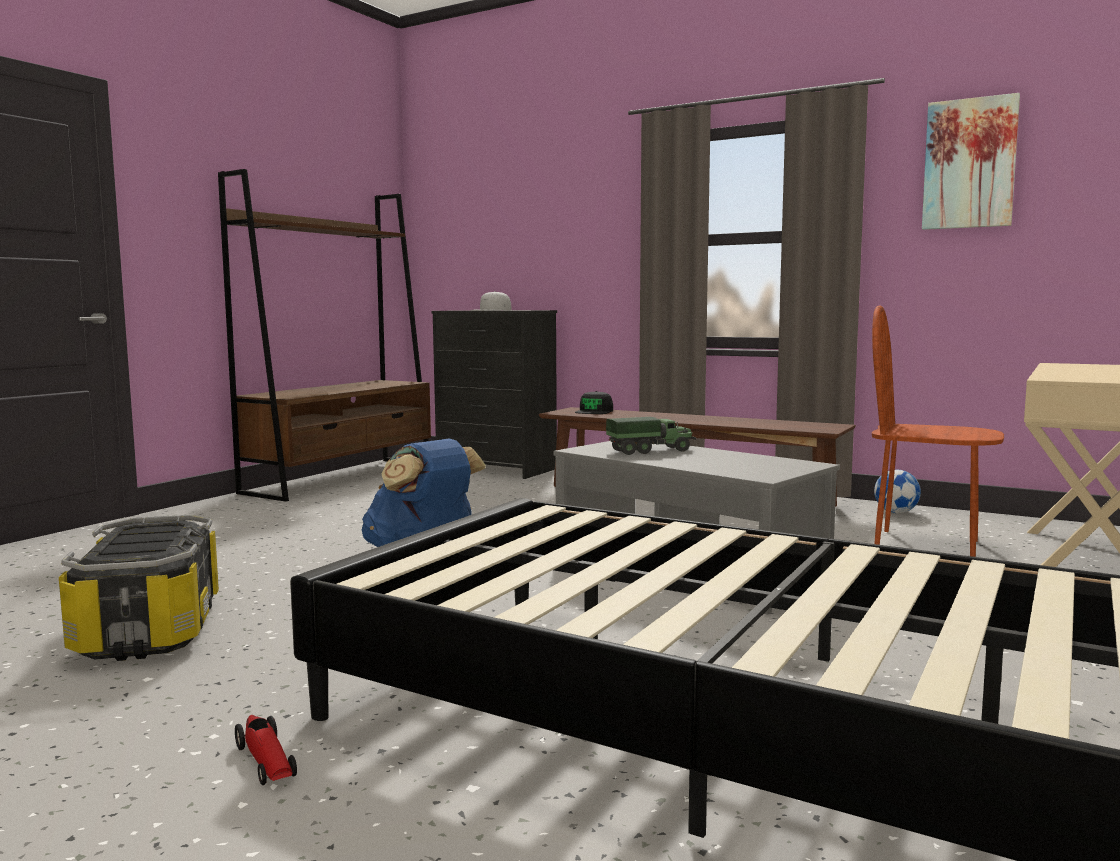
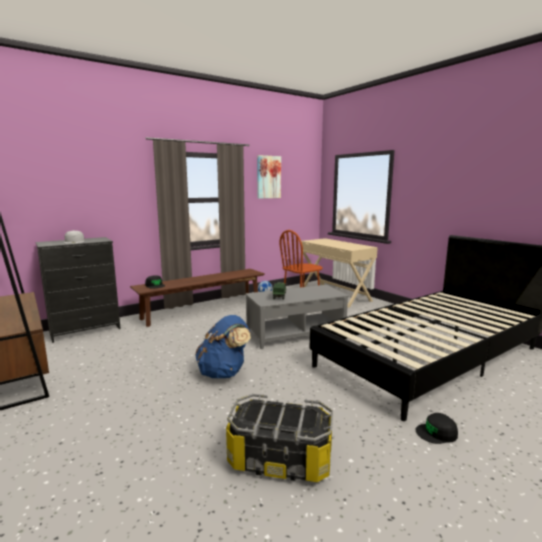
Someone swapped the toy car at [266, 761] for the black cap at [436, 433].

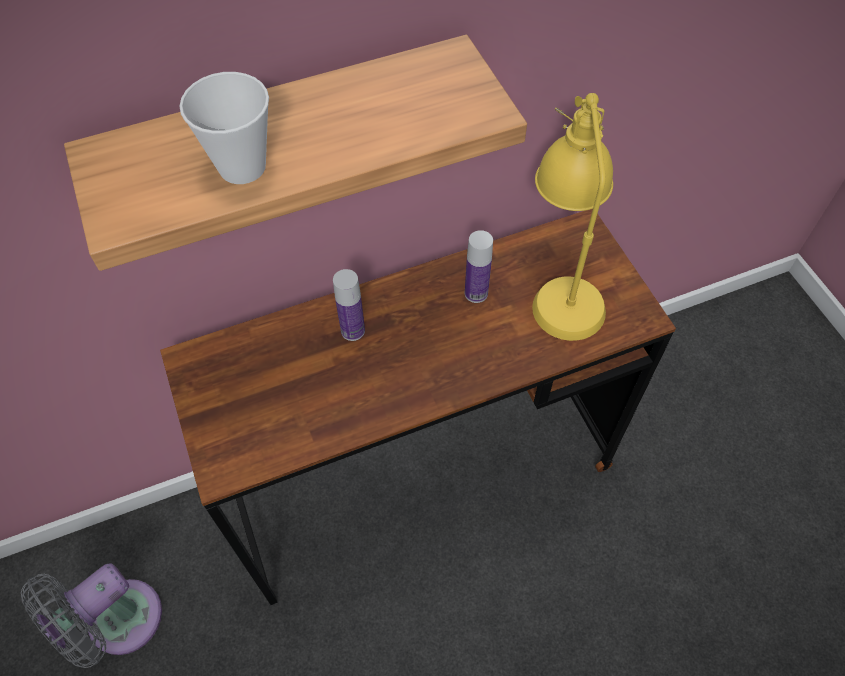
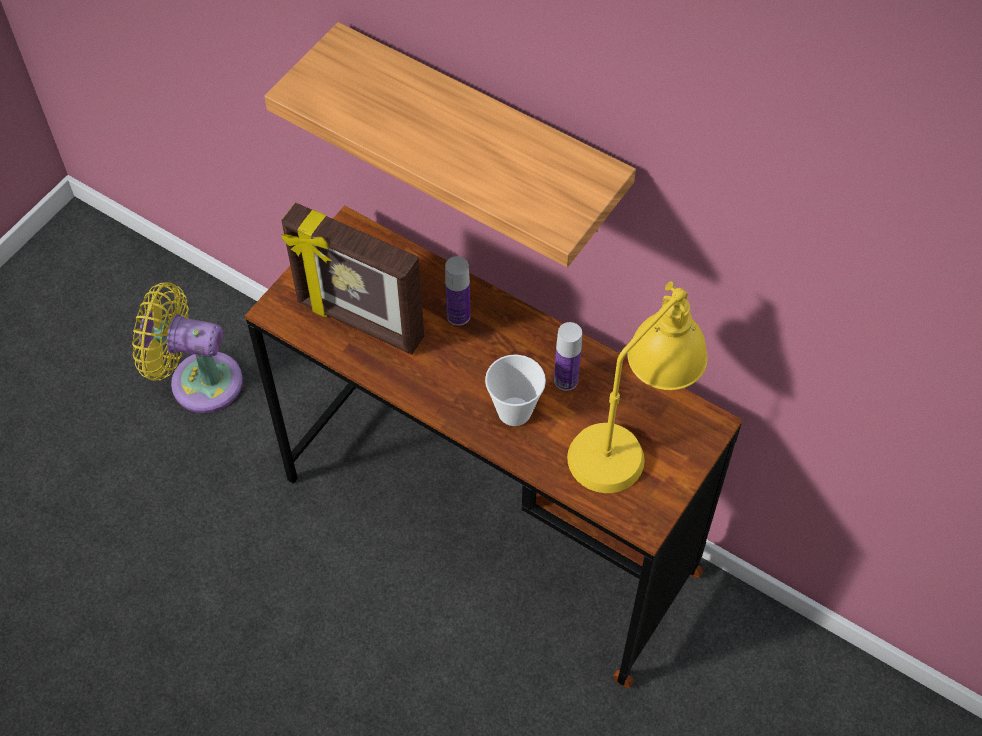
Someone carried the cup from [242, 167] to [514, 411]. Someone repainted the grey fan at [117, 623], which became the yellow fan at [198, 380]. Someone put down the picture frame at [359, 322].

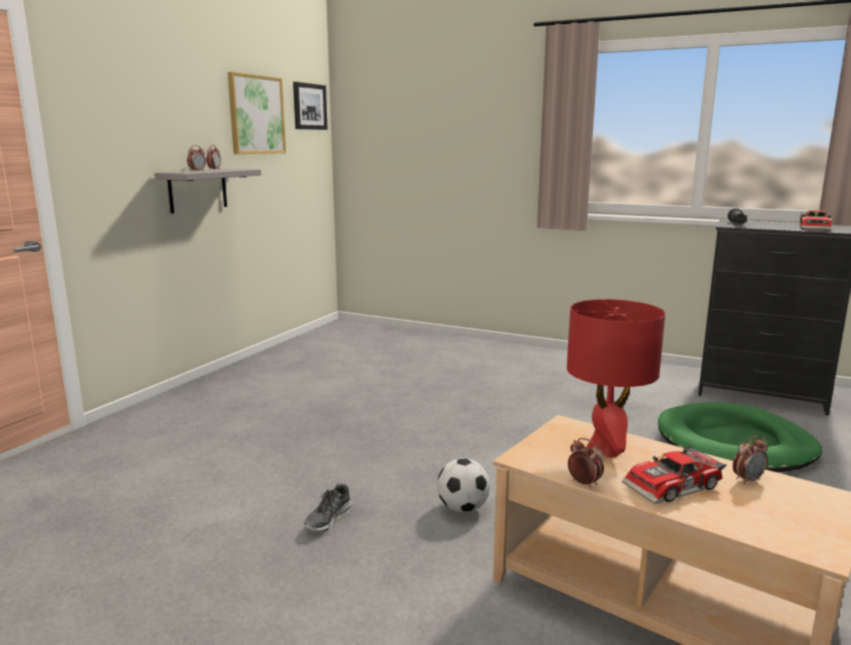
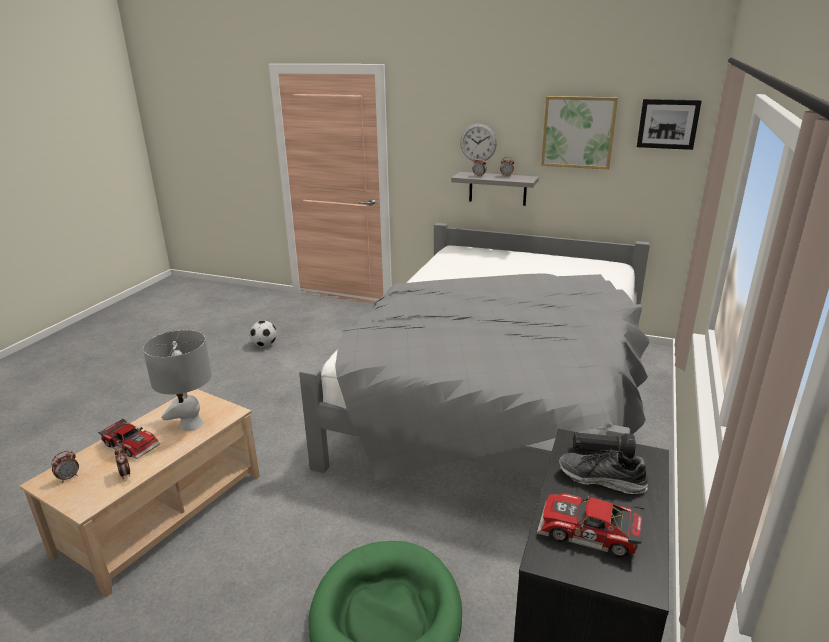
Someone repainted the red table lamp at [605, 449], which became the grey table lamp at [191, 424]. Someone carried the alarm clock from [584, 483] to [69, 477]. Someone rotated the toy car at [674, 487] by 150 degrees clockwise. Someone carried the football from [463, 508] to [265, 345]. Someone carried the shoe from [328, 519] to [601, 479]. Someone put up the wall clock at [478, 143]. Someone put down the grey bed at [499, 397].

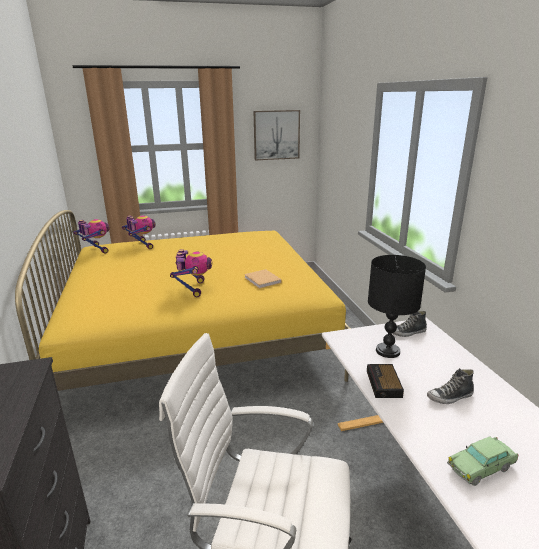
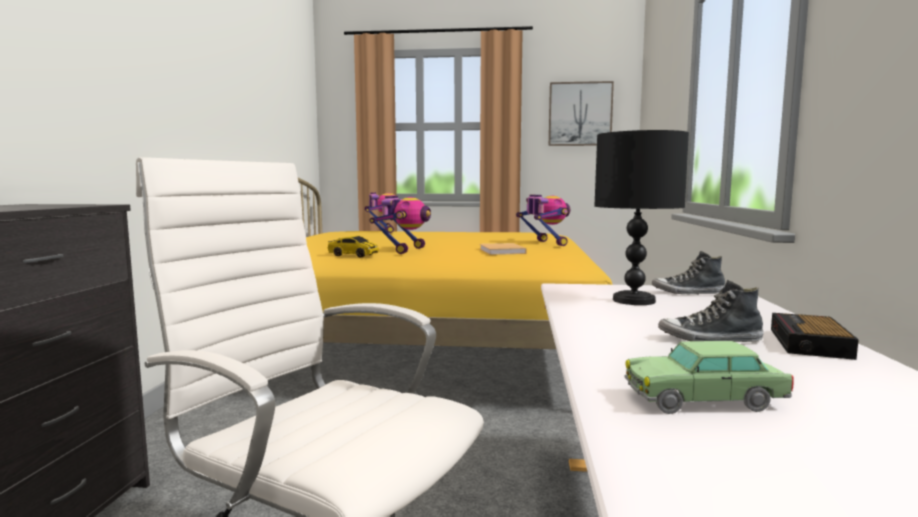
Someone carried the toy robot from [96, 250] to [545, 243]. Someone carried the alarm clock from [384, 384] to [810, 344]. Someone put down the toy car at [353, 255].

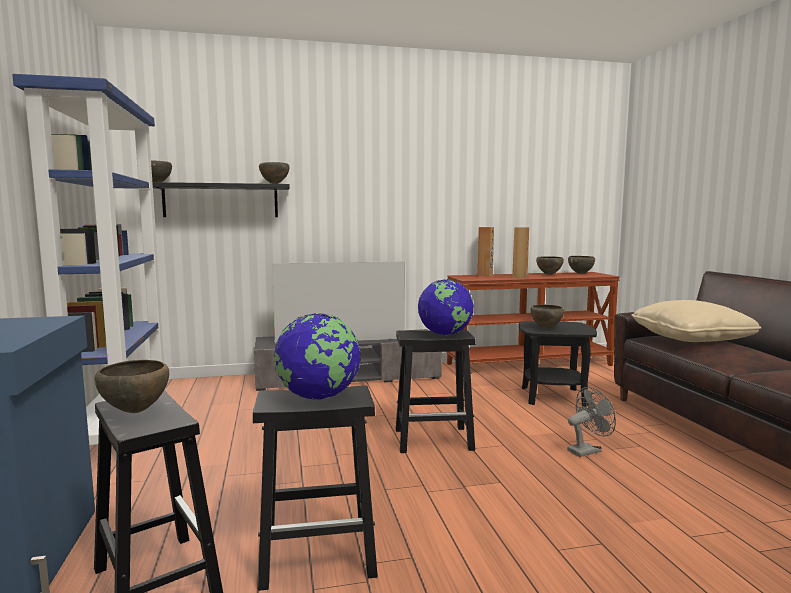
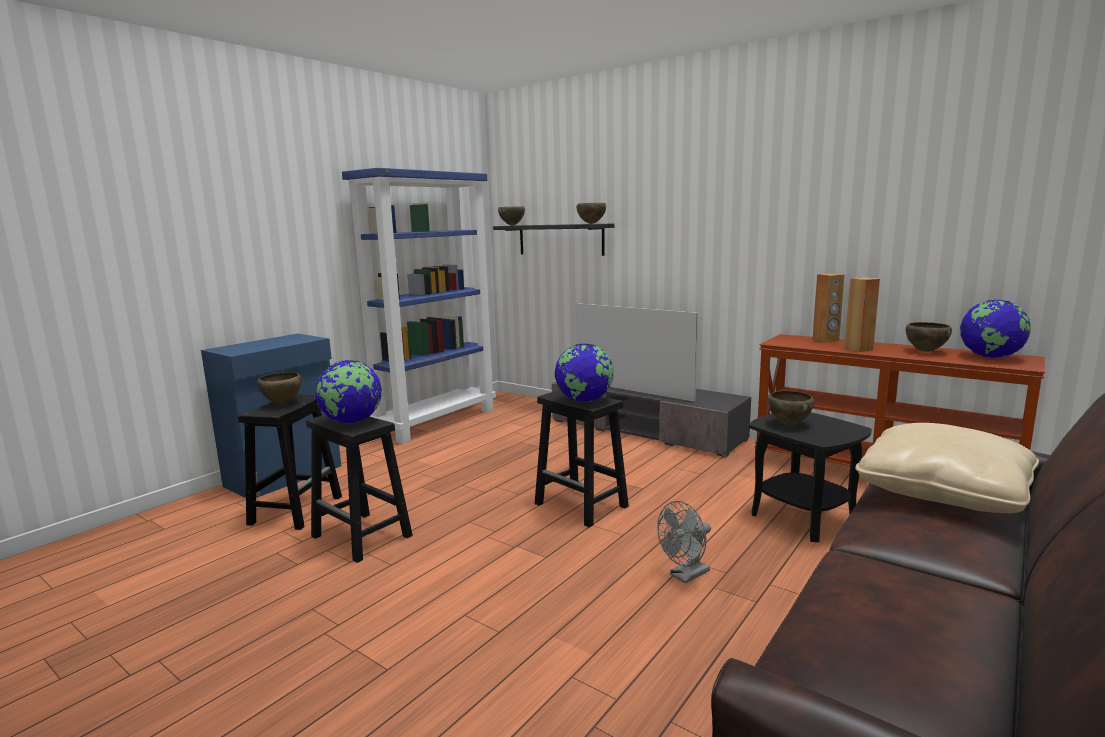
Someone swapped the brown bowl at [581, 274] for the globe at [991, 357]. Someone rotated the grey fan at [587, 450] by 120 degrees clockwise.

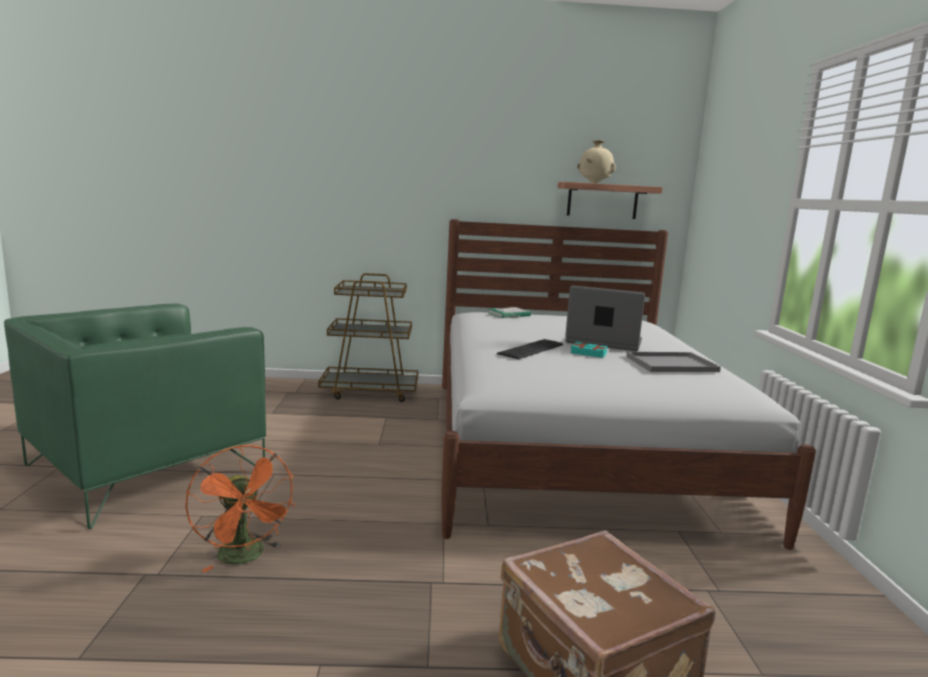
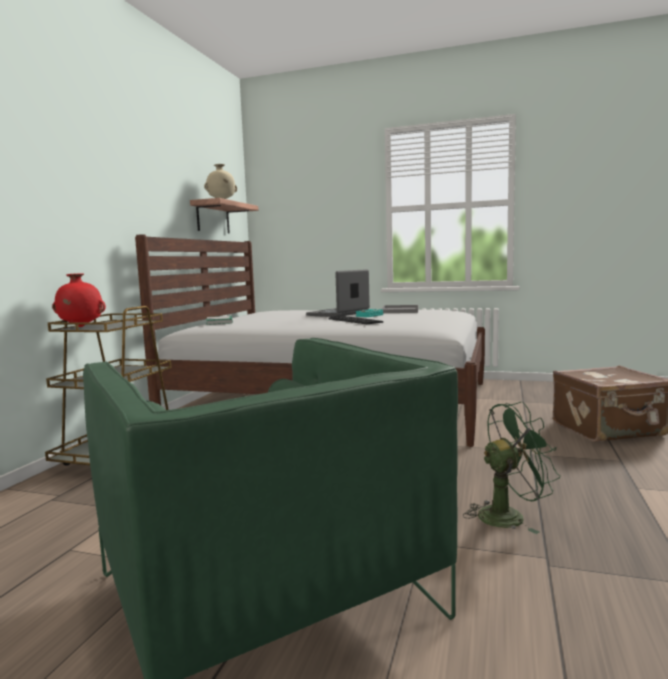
Someone repainted the orange fan at [245, 557], which became the green fan at [509, 515]. Someone put down the red vase at [80, 326].

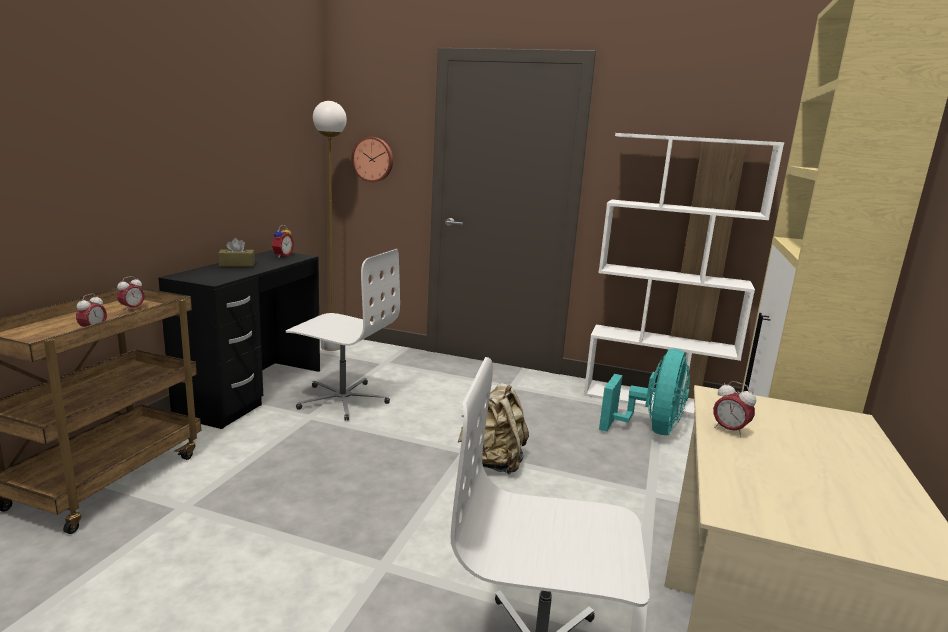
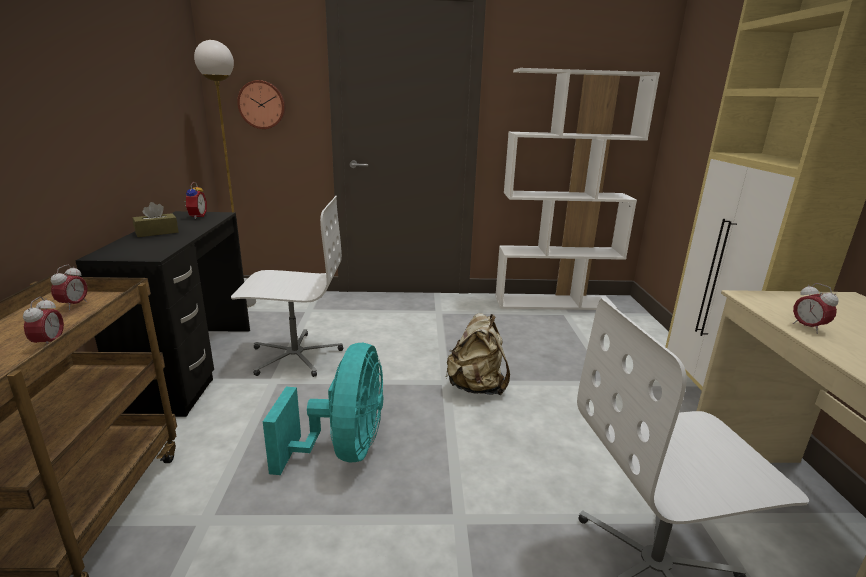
Someone carried the turquoise fan from [650, 429] to [343, 449]. Someone rotated the alarm clock at [729, 430] by 45 degrees clockwise.

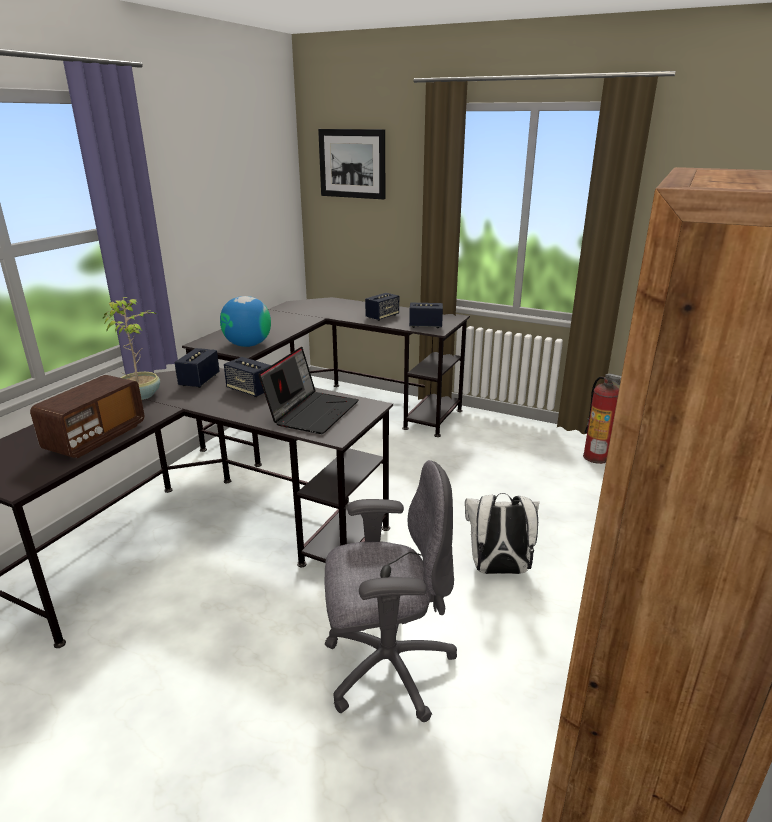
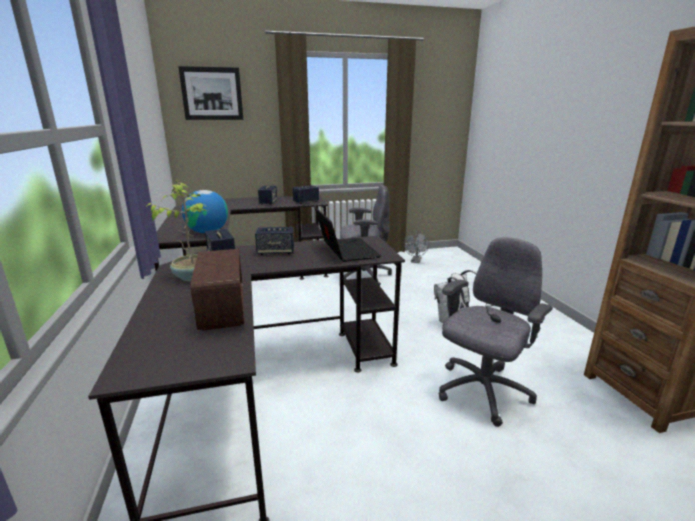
Someone swapped the fire extinguisher at [596, 457] for the grey fan at [415, 261]. Someone put down the grey office chair at [363, 276].

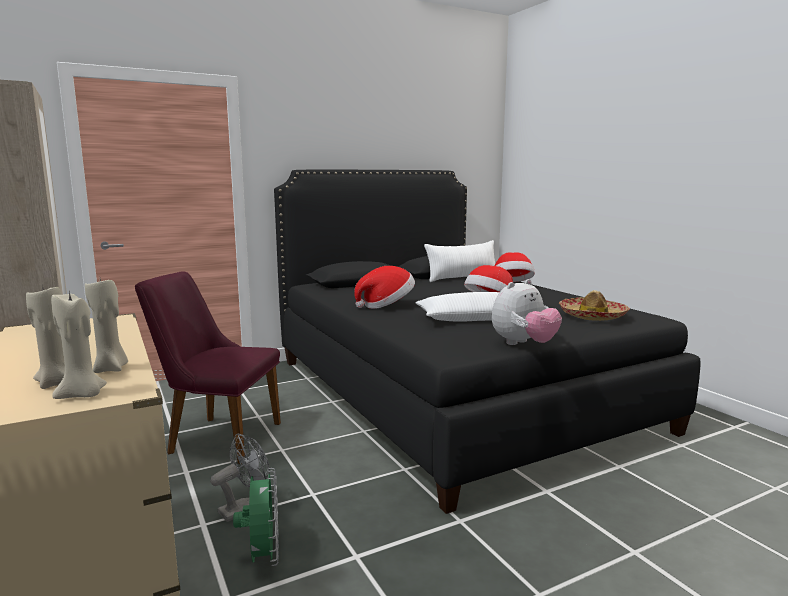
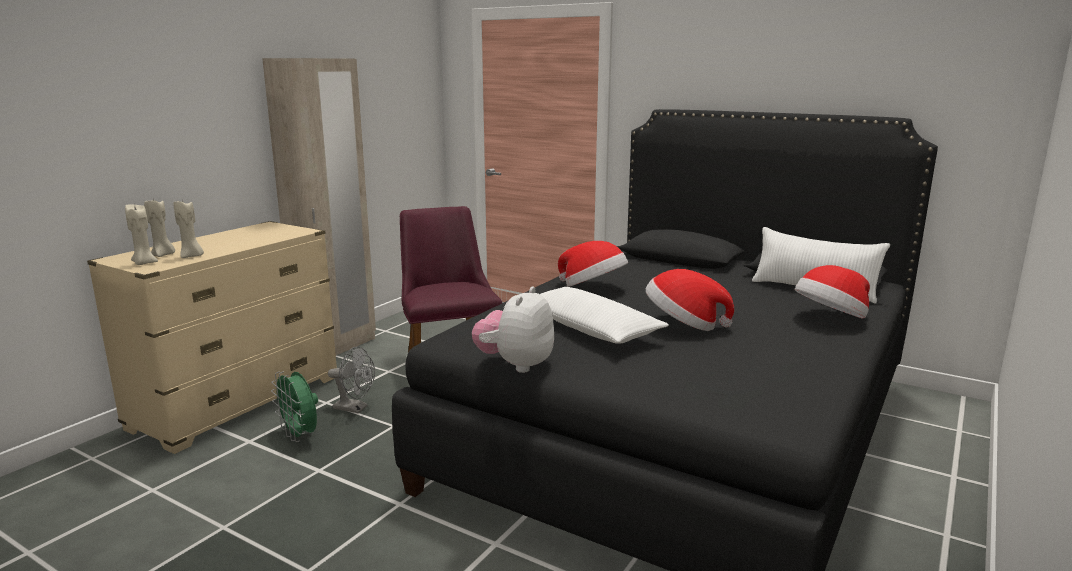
Someone rotated the plush toy at [523, 344] by 90 degrees clockwise. Someone took away the hat at [592, 316]. Someone rotated the green fan at [263, 557] by 90 degrees clockwise.

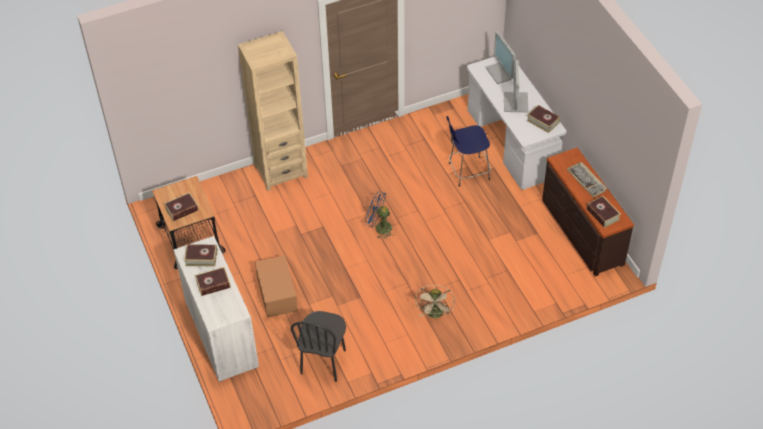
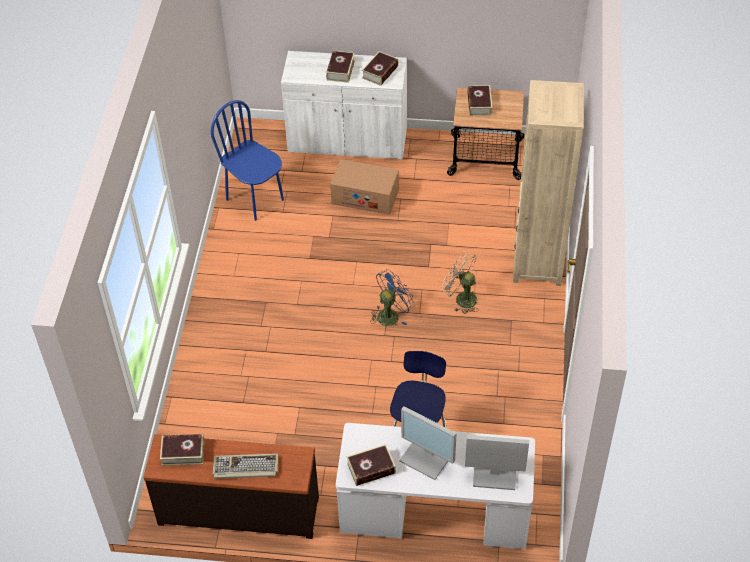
Someone carried the beige fan from [435, 315] to [461, 298]. Someone repainted the black chair at [323, 362], which became the blue chair at [255, 199].

